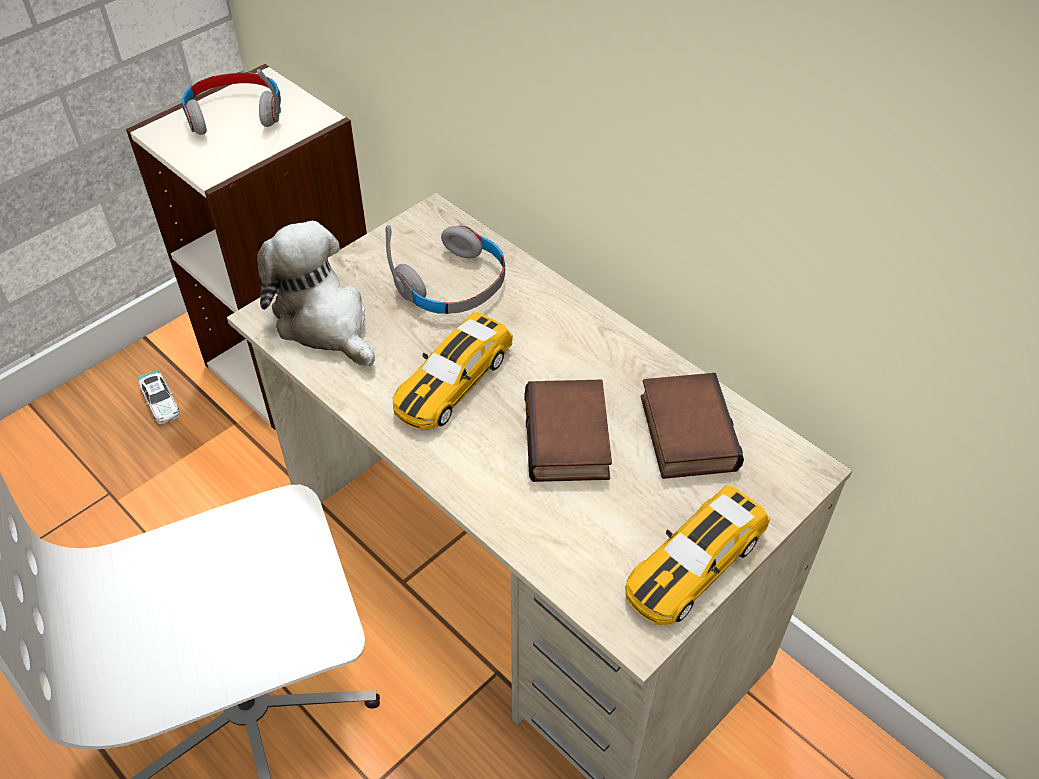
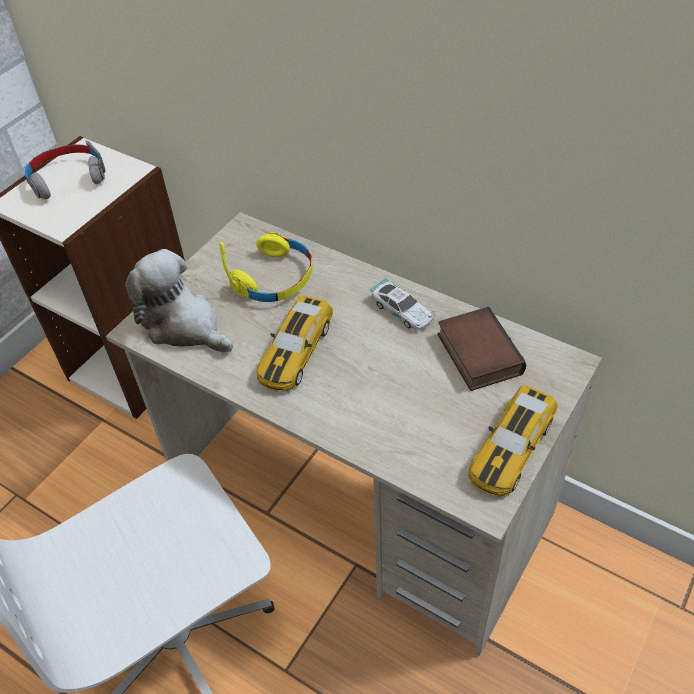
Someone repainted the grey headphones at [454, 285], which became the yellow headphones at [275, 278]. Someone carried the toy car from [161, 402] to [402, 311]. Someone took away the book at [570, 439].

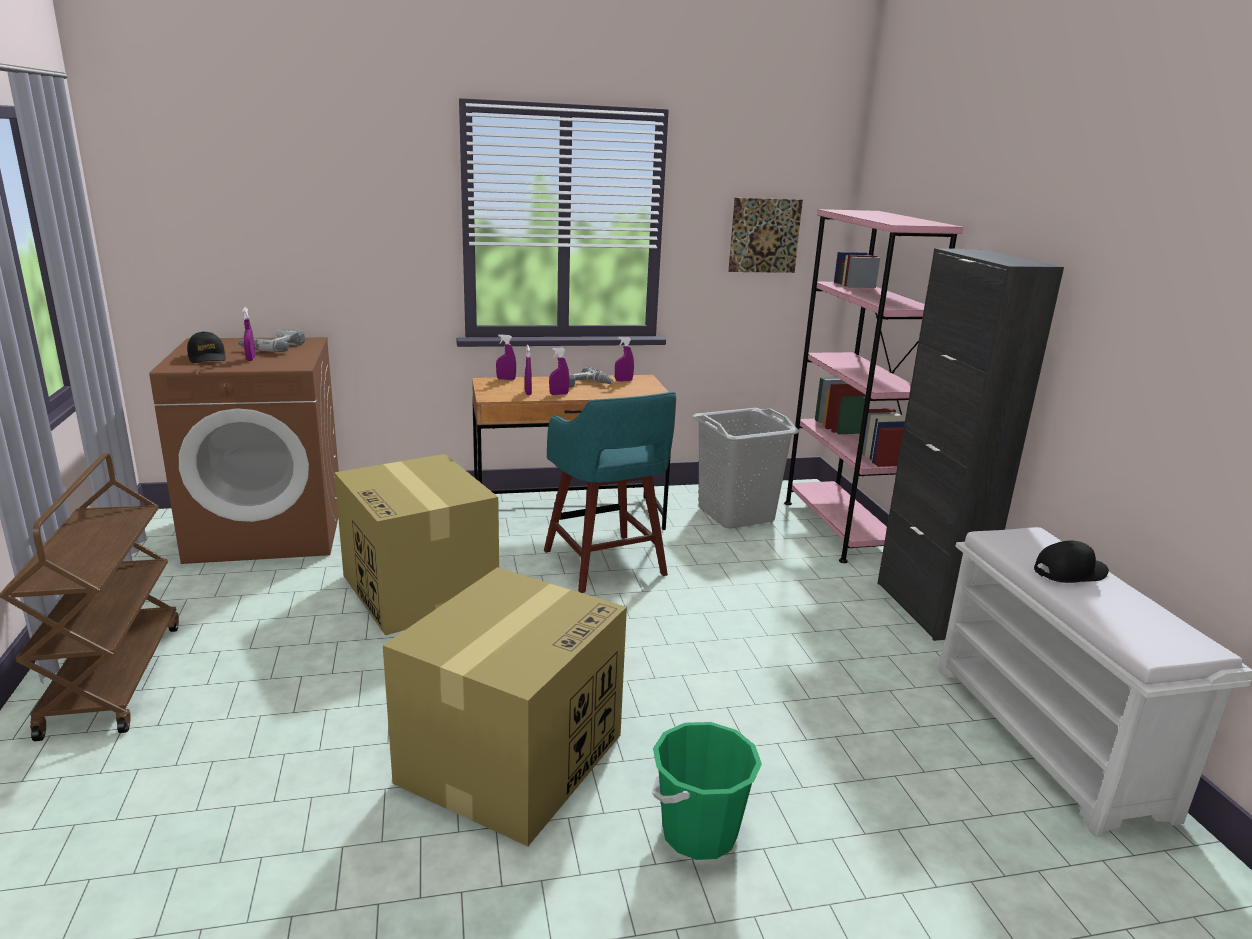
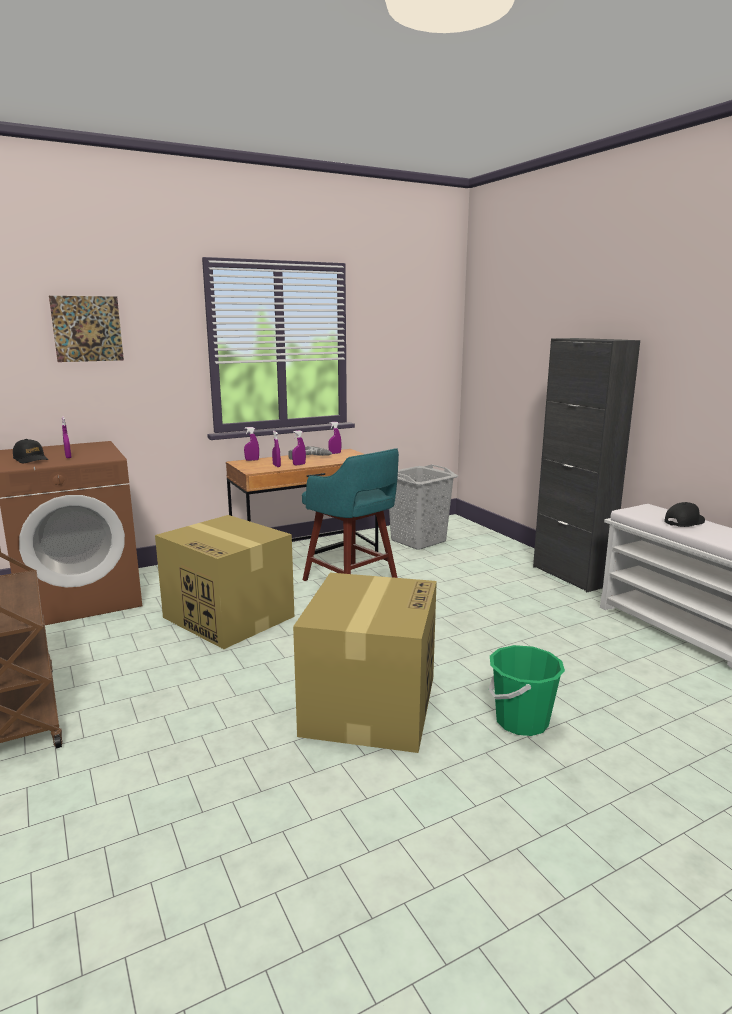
Someone carried the picture from [764, 235] to [87, 329]. Someone took away the pink bookcase at [839, 529]. Someone took away the power drill at [273, 347].

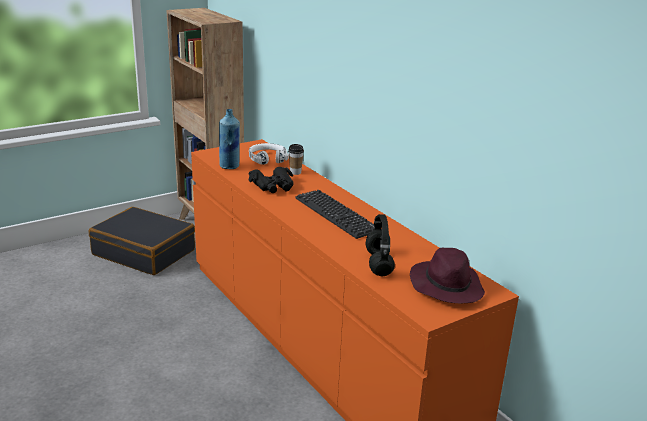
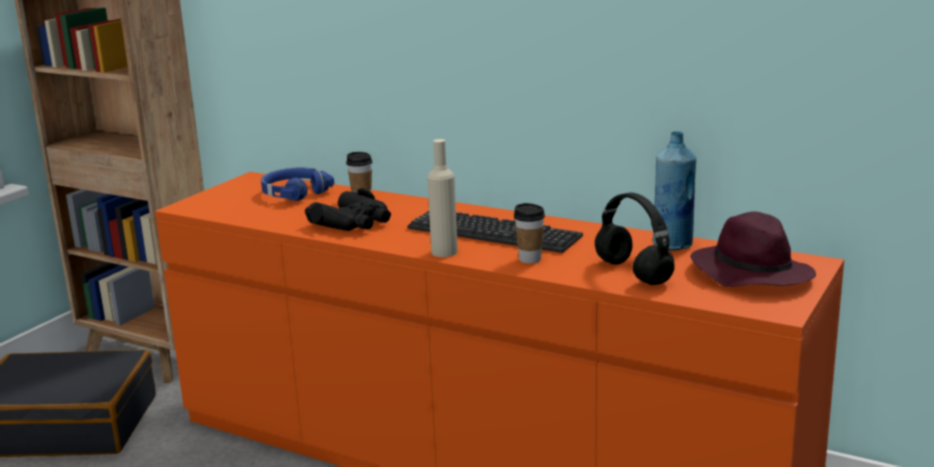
Someone carried the blue bottle from [229, 166] to [673, 245]. Someone repainted the white headphones at [267, 159], which became the blue headphones at [294, 193]. Someone put down the beige bottle at [444, 252]. Someone put down the cup at [530, 259].

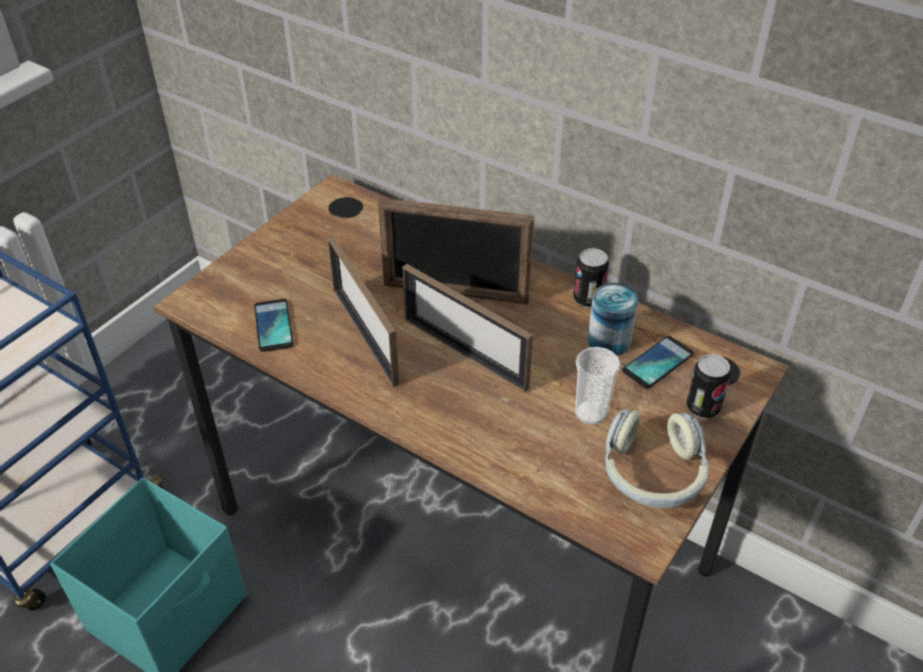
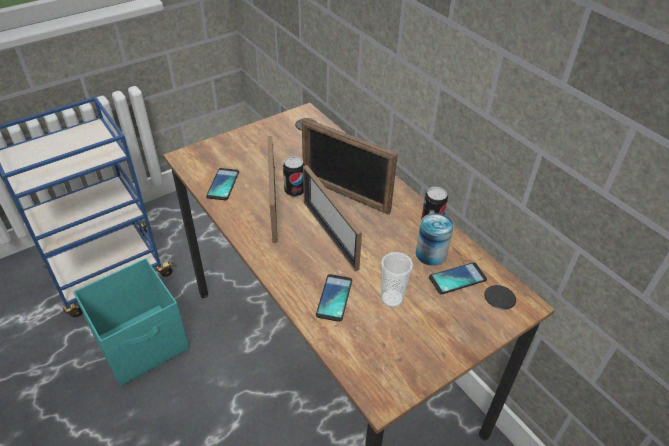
Someone carried the can from [702, 408] to [294, 191]. Someone took away the headphones at [652, 474]. Someone put down the phone at [334, 298].

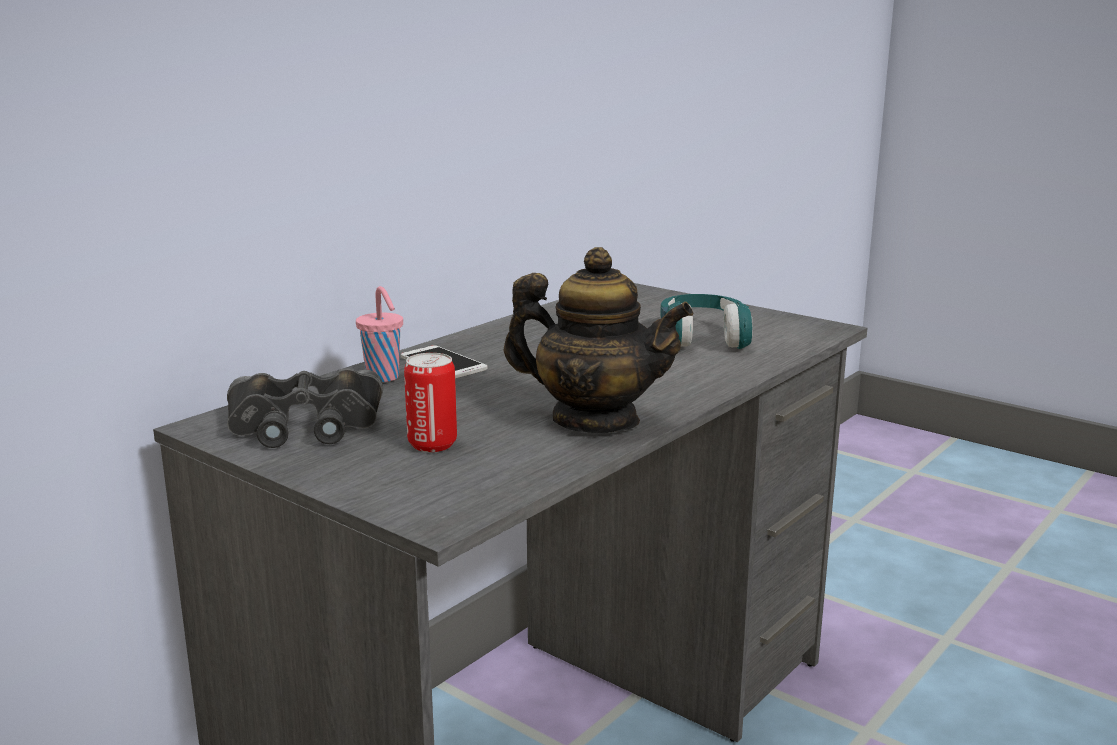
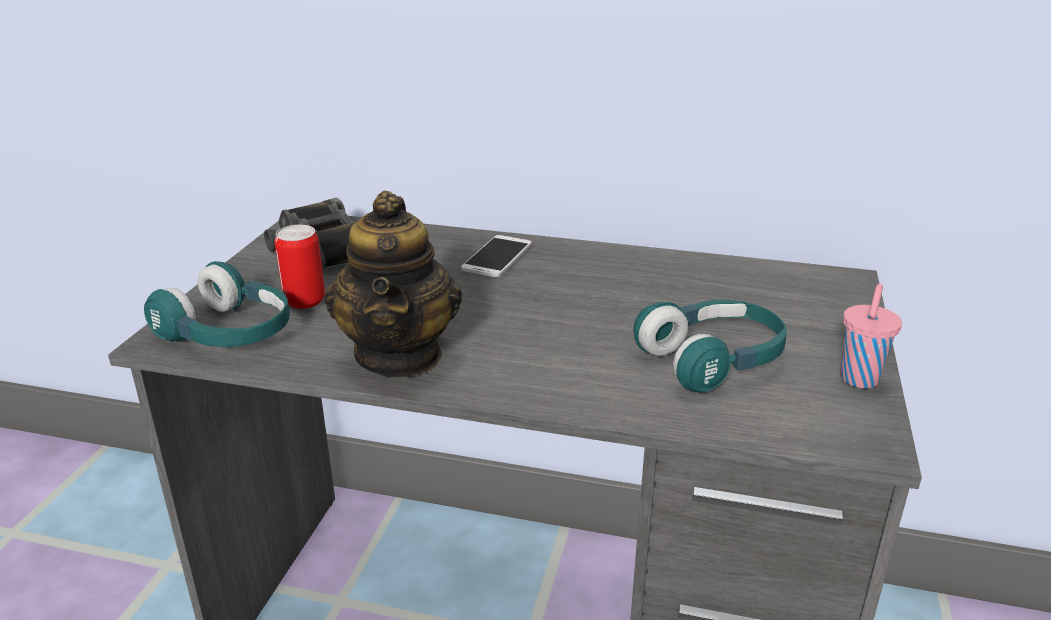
Someone carried the pink cup from [384, 378] to [858, 380]. Someone put down the turquoise headphones at [228, 333].

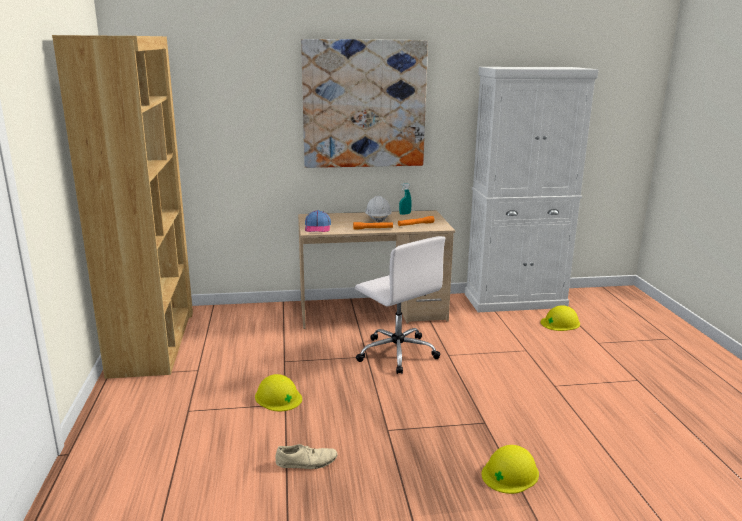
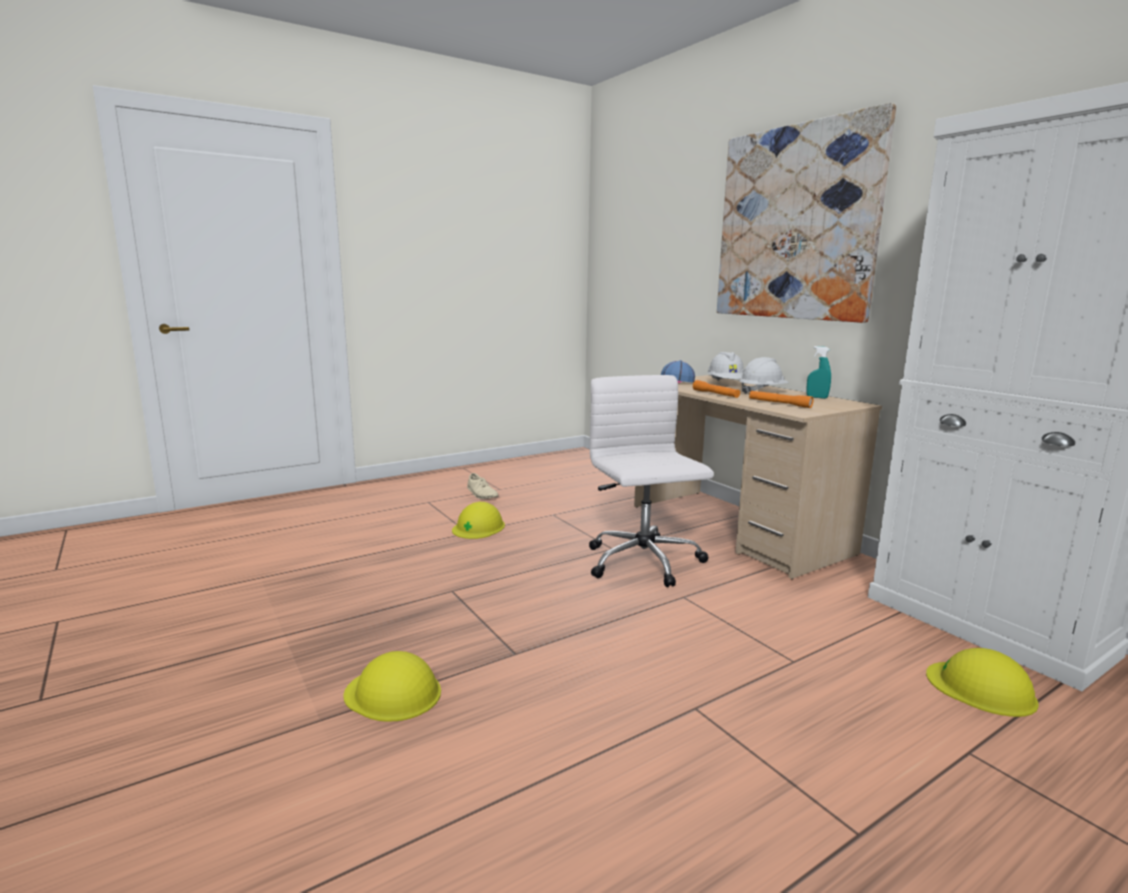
Someone took away the brown bookcase at [153, 342]. Someone rotated the white office chair at [396, 353] by 135 degrees clockwise. Someone carried the beige shoe from [306, 462] to [482, 494]. Someone put down the white hard hat at [726, 384].

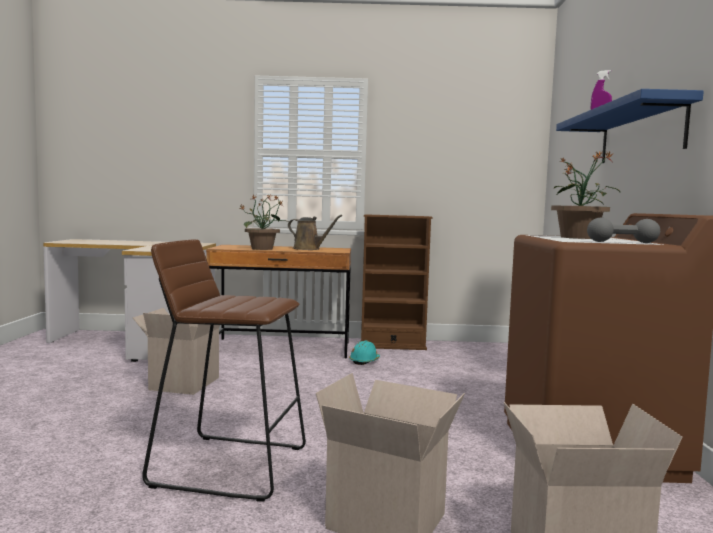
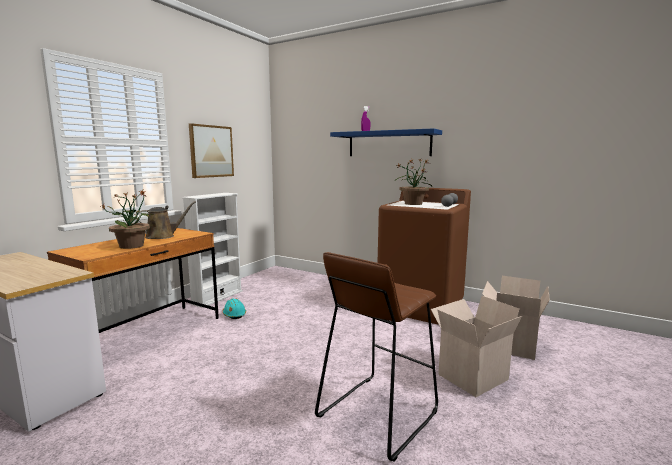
Someone repainted the brown bookcase at [392, 346], which became the white bookcase at [217, 297]. Someone took away the cardboard box at [183, 383]. Someone put up the picture at [211, 151].

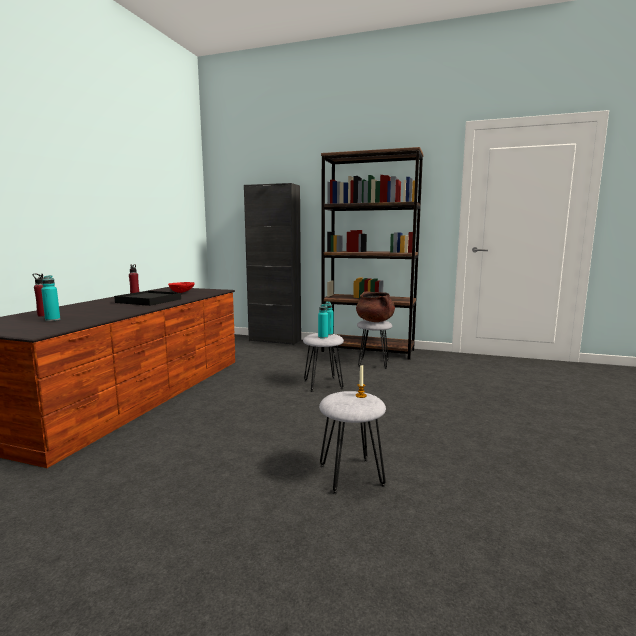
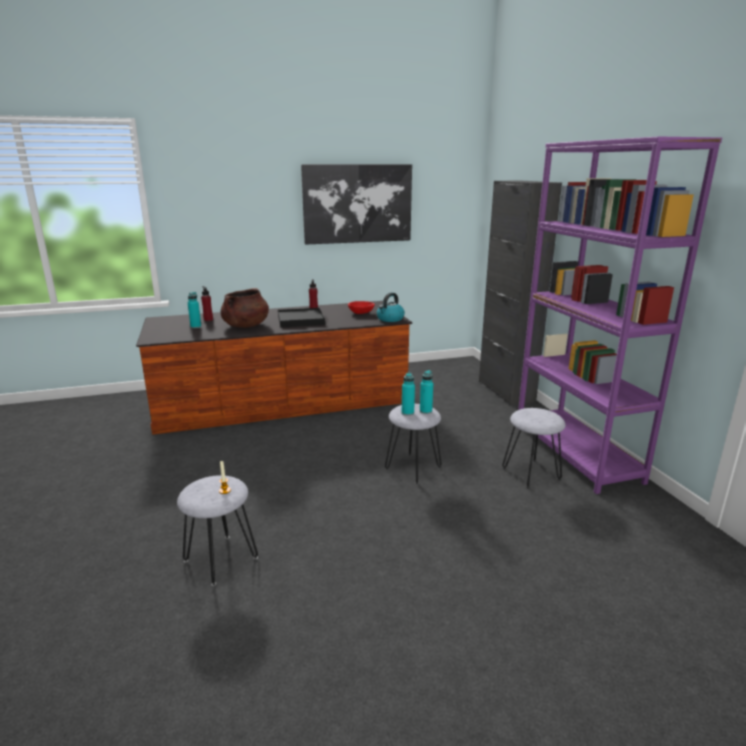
Someone repainted the brown bookcase at [368, 350], which became the purple bookcase at [576, 453]. Someone carried the brown cooking pot from [375, 321] to [246, 326]. Someone put up the picture at [357, 204]. Someone put down the kettle at [390, 319].

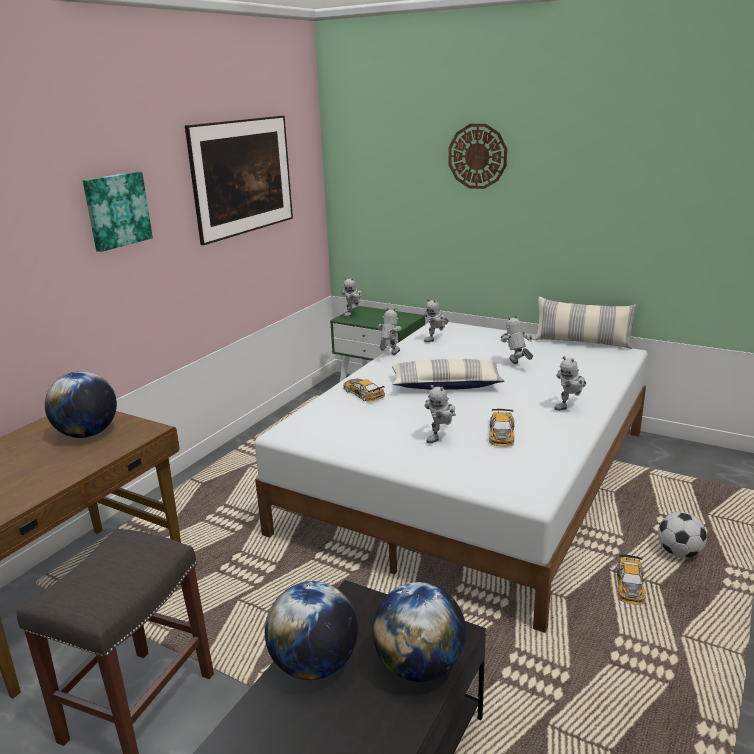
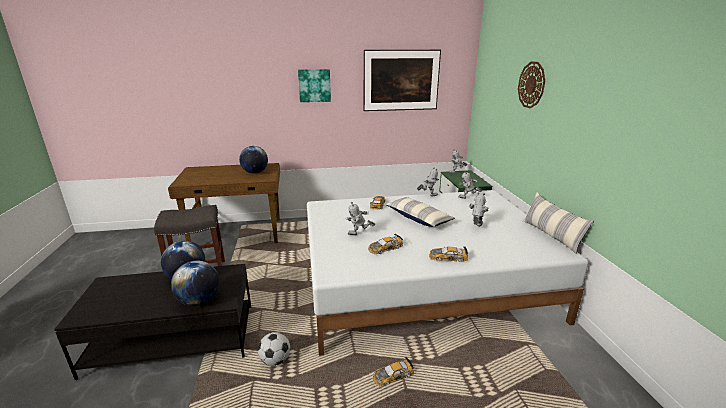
Someone swapped the toy robot at [570, 407] for the toy car at [448, 257]. Someone carried the football from [679, 553] to [275, 360].

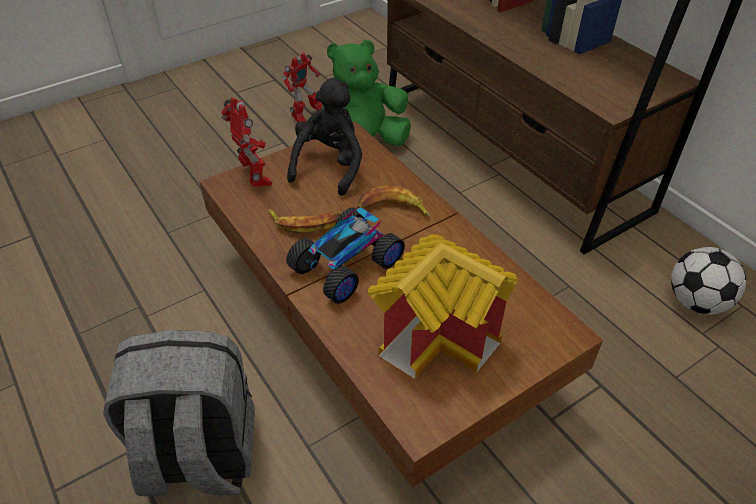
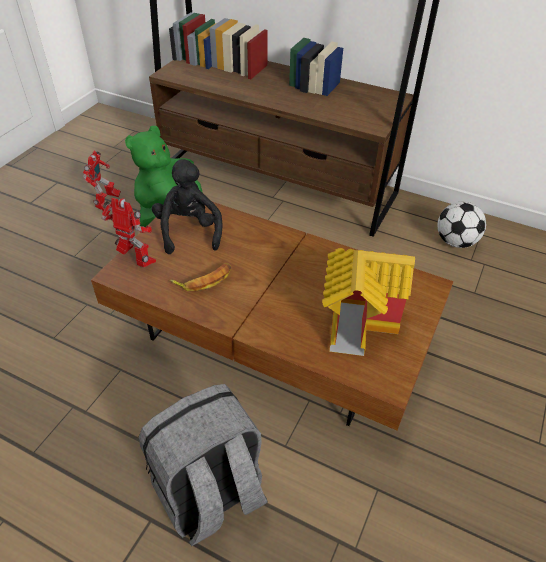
Someone took away the banana at [392, 208]. Someone took away the toy car at [345, 264].

